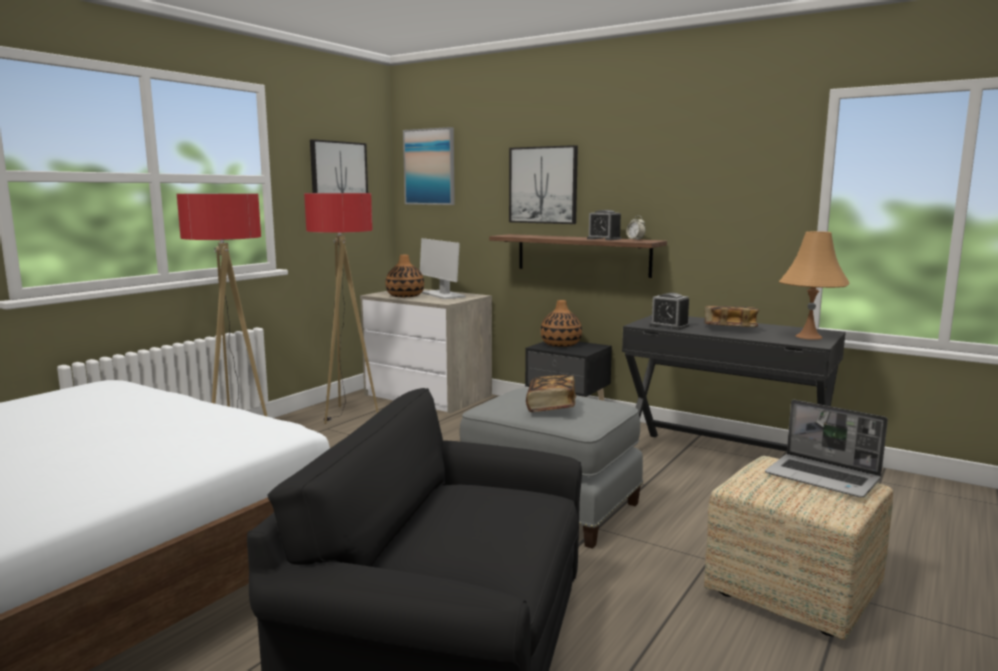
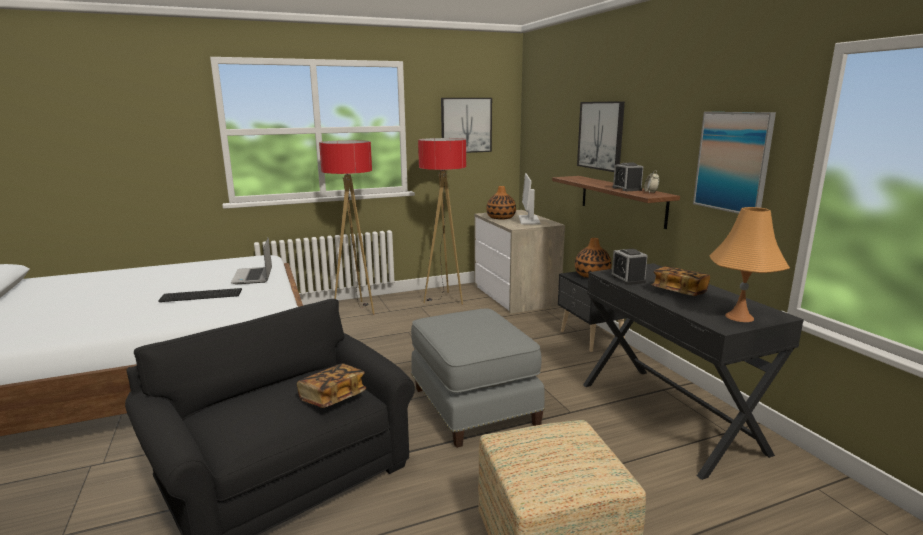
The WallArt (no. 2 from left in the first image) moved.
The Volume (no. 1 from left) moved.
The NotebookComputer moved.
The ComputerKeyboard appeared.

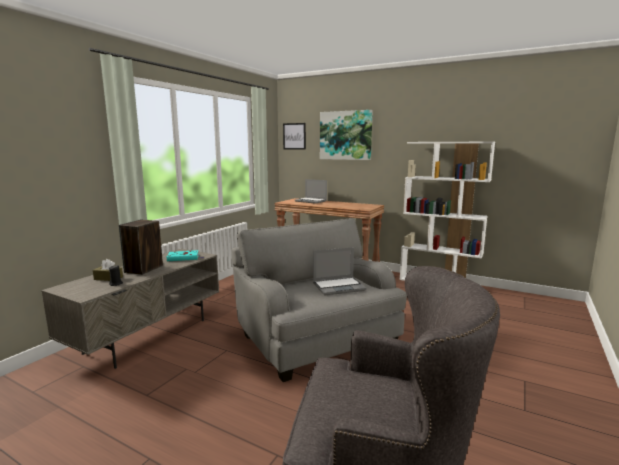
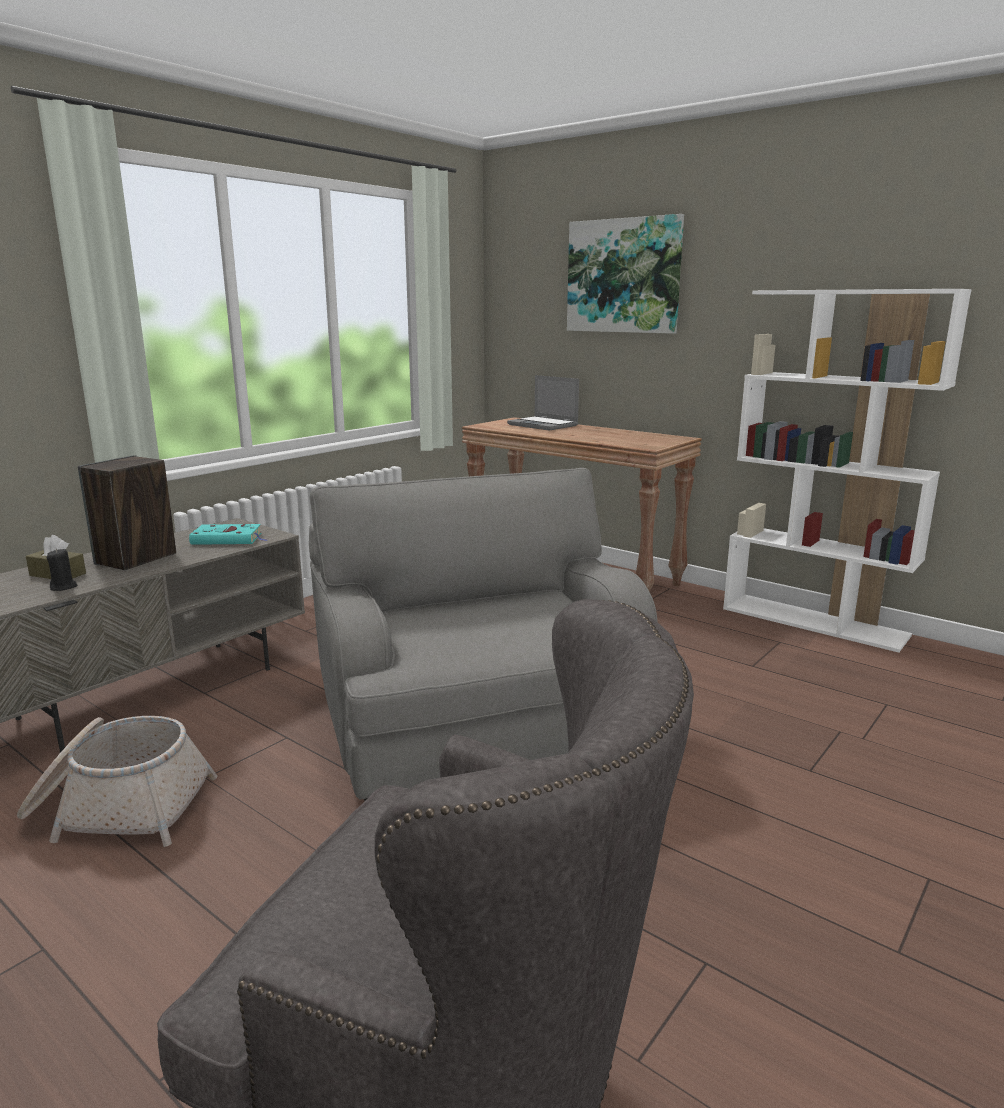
The WallArt (no. 1 from left) disappeared.
The NotebookComputer (no. 2 from left) disappeared.
The StorageBasket appeared.

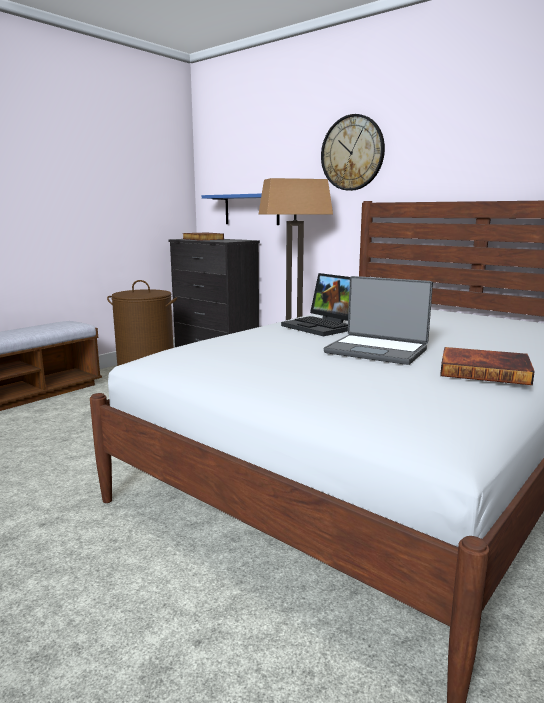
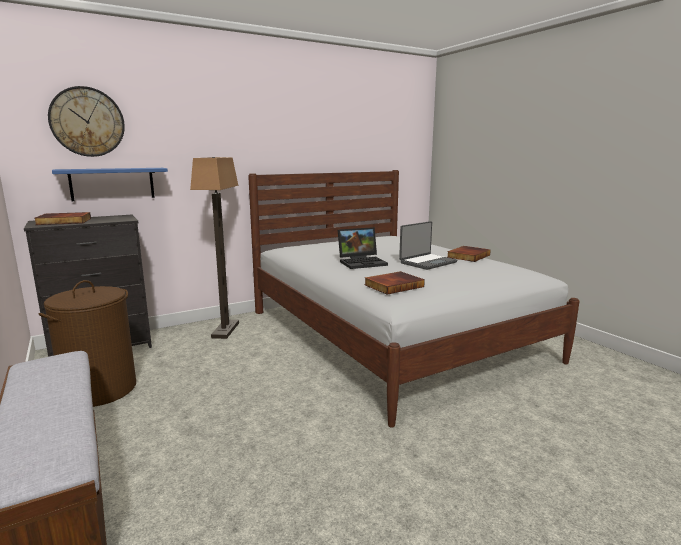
The HangingClock moved.
The Volume (no. 2 from left) appeared.

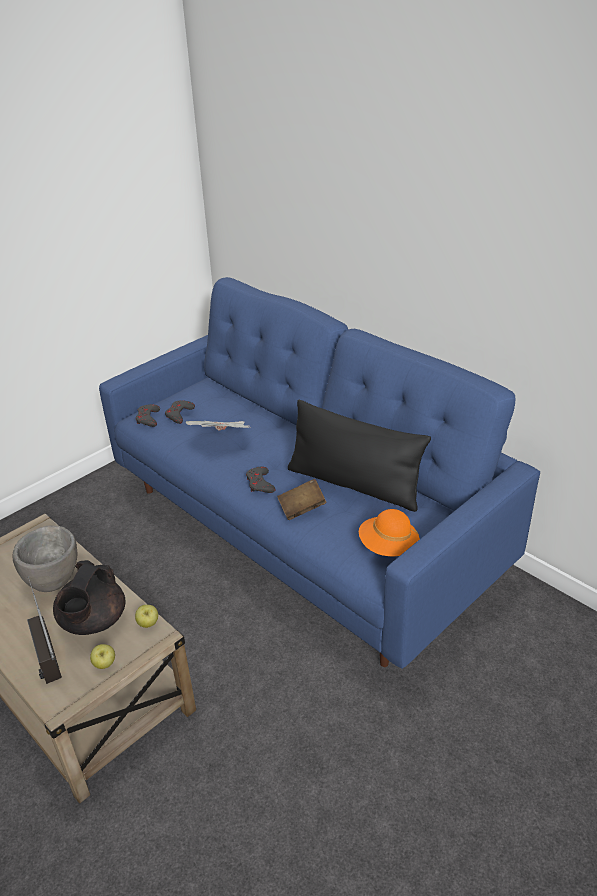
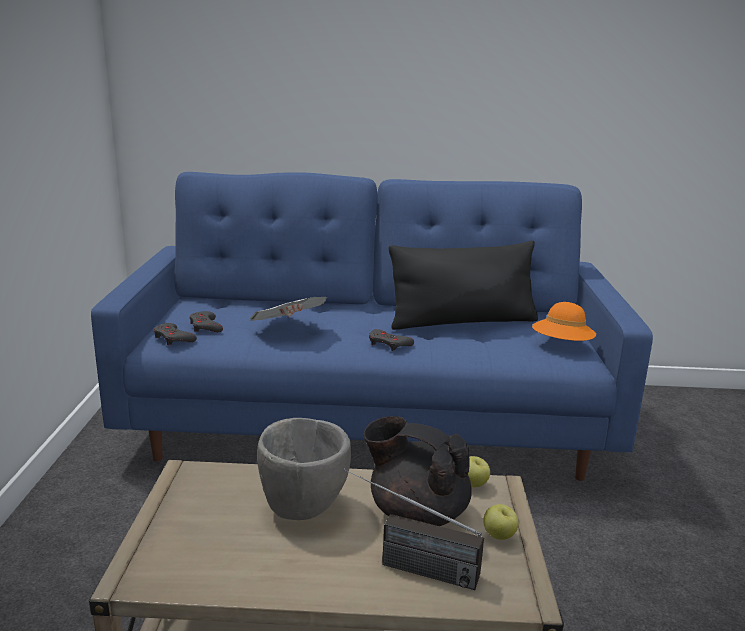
The BlackishTeaPot turned 150 degrees clockwise.
The BrownVolume disappeared.

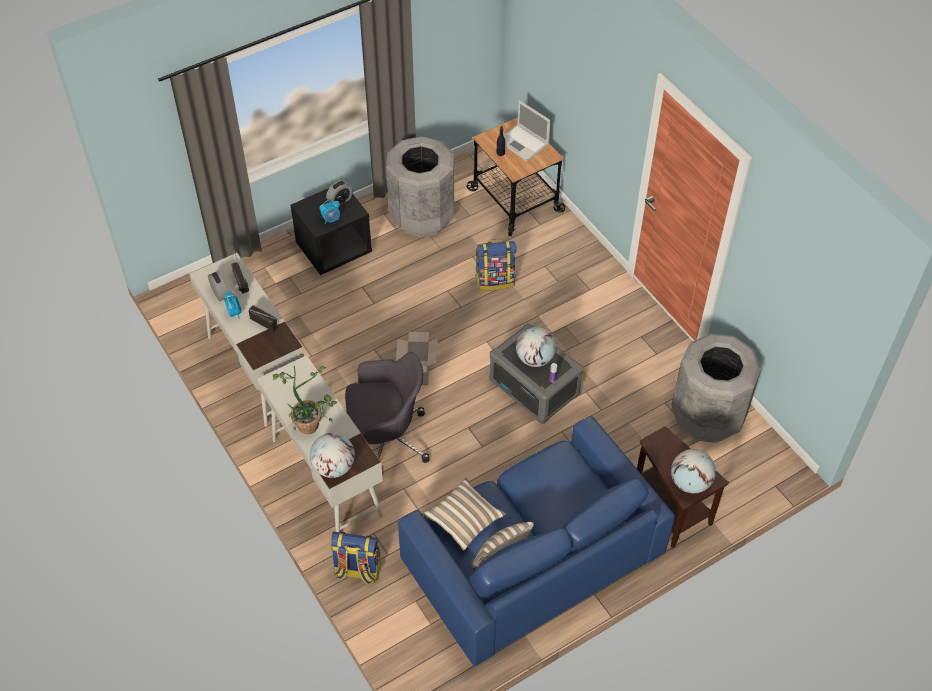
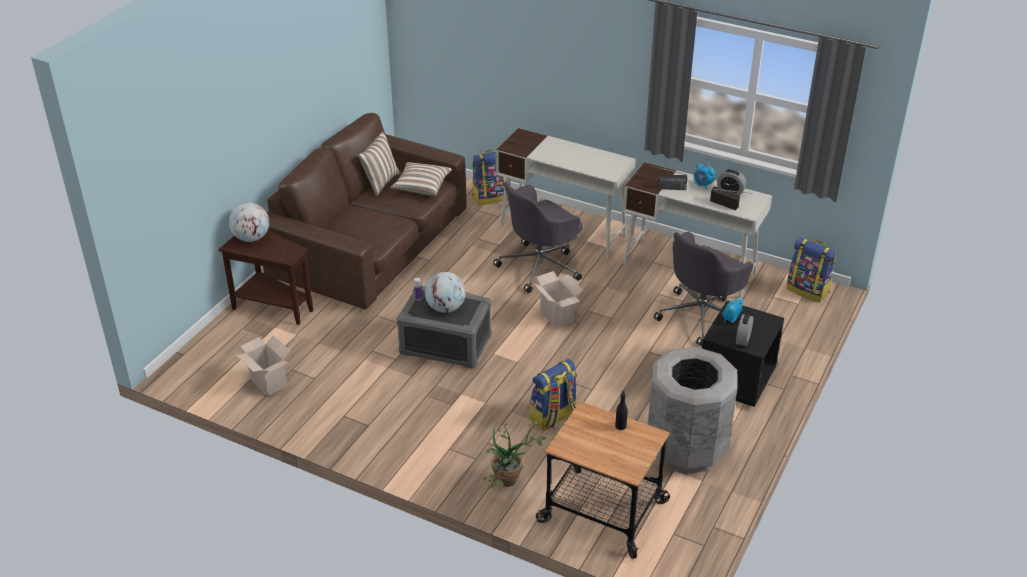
The PottedPlant moved.
The WorldGlobe (no. 1 from left) disappeared.
The BluishSettee became the BrownSettee.
The NotebookComputer disappeared.
The GreyTrashCan (no. 2 from left) was replaced by the Carton (no. 1 from left).
The GreyOfficeChair (no. 2 from left) appeared.
The Rucksack (no. 3 from left) appeared.

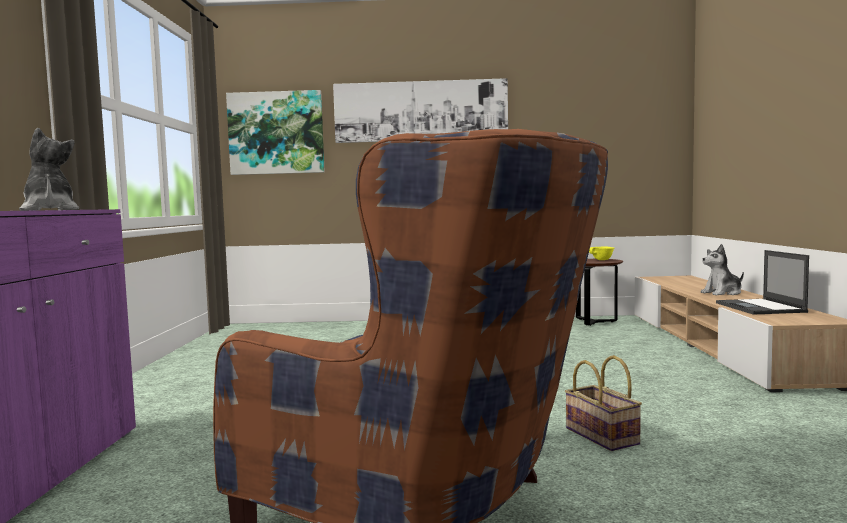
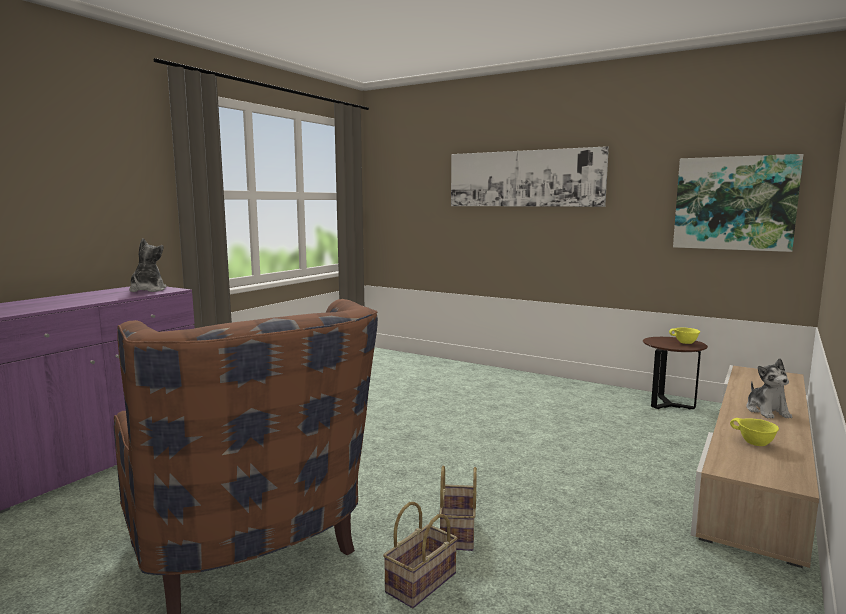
The WallArt (no. 1 from left in the first image) moved.
The CuddlyToy (no. 2 from left) turned 105 degrees counterclockwise.
The NotebookComputer was replaced by the YellowColouredServingBowl (no. 2 from left).
The StorageBasket (no. 1 from left) appeared.

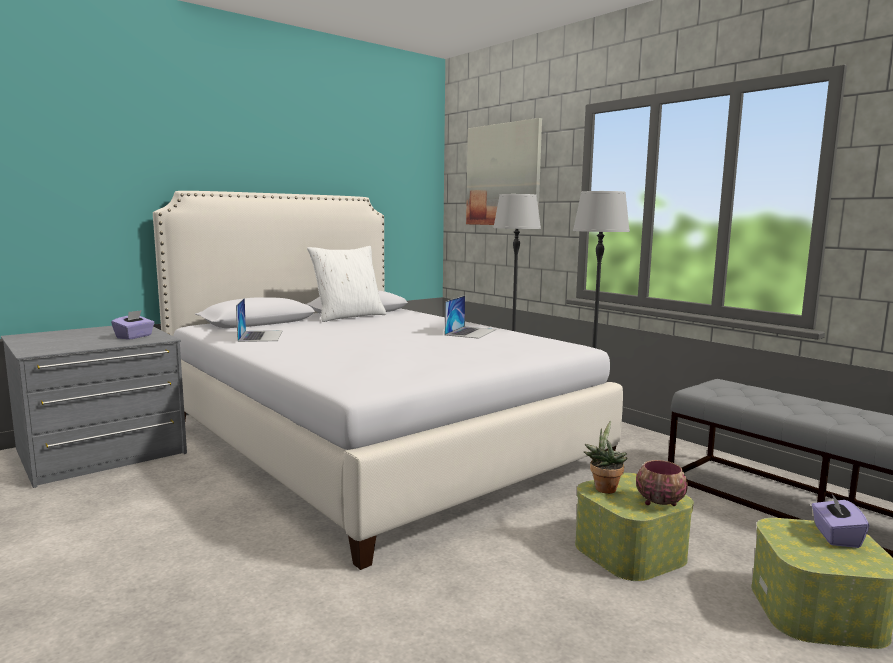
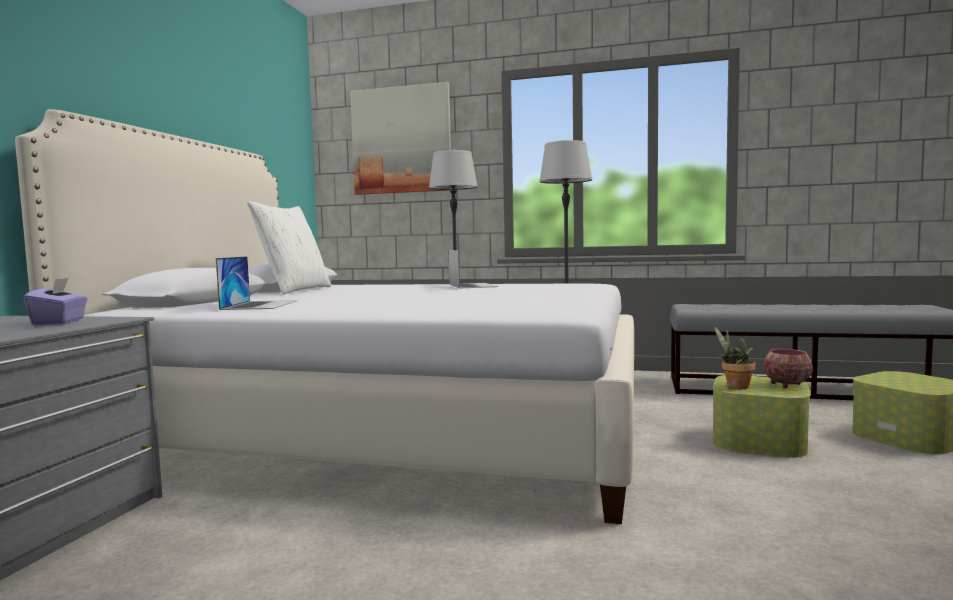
The NotebookComputer (no. 1 from left) turned 45 degrees clockwise.
The PurpleTissueBox (no. 2 from left) disappeared.

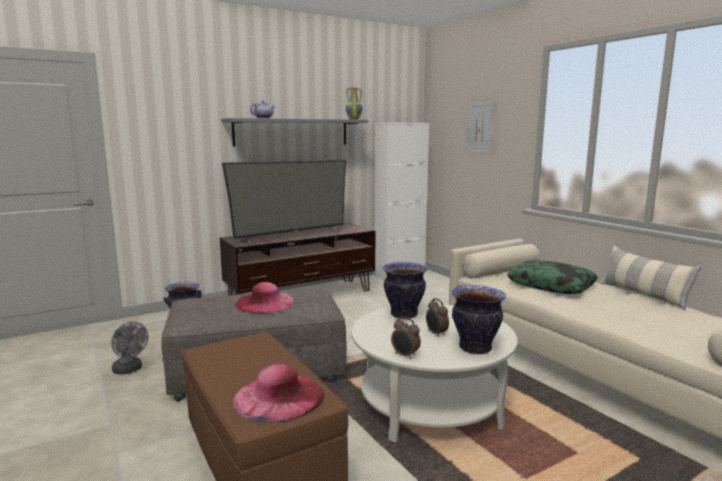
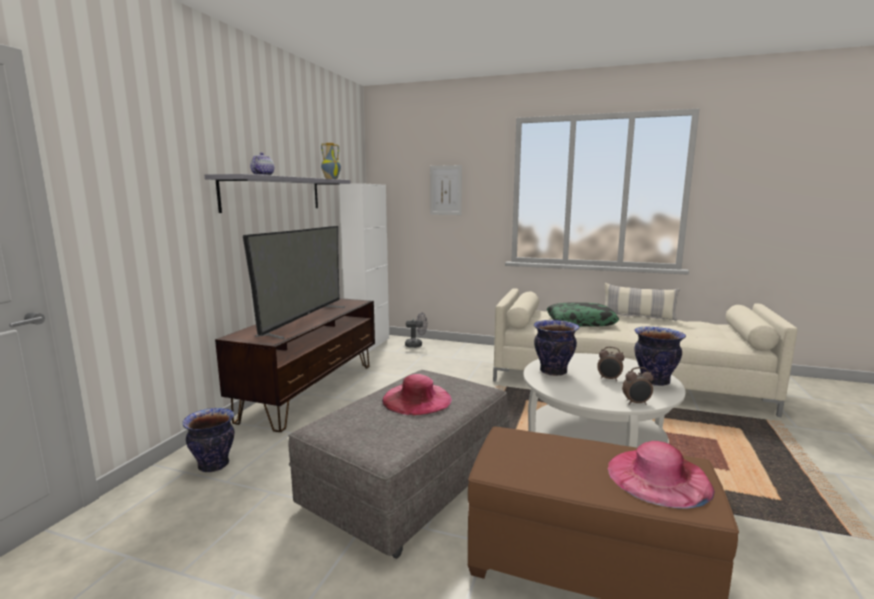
The GreyFan moved.

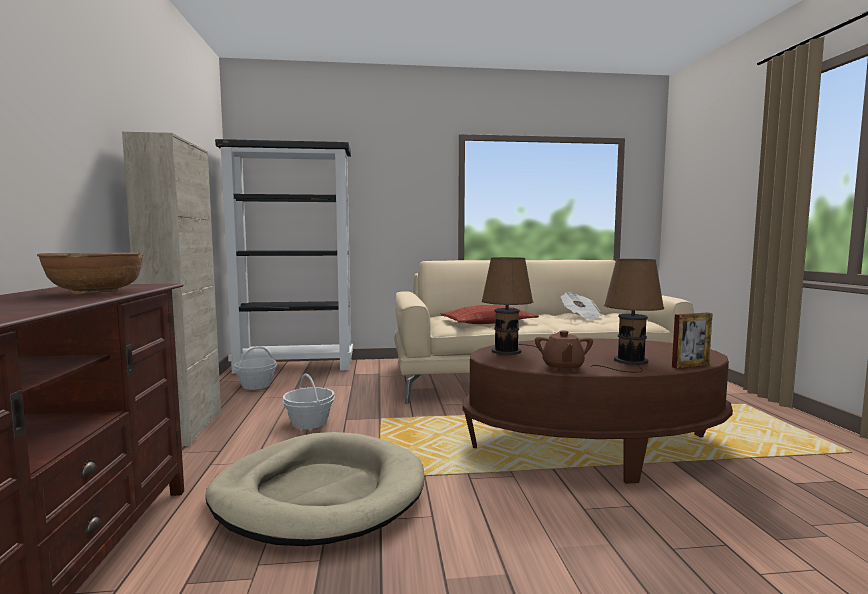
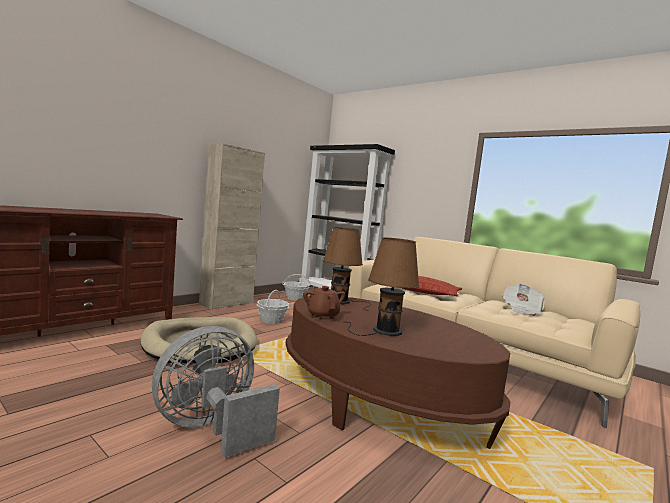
The BrownServingBowl disappeared.
The BrownTeaPot turned 105 degrees clockwise.
The PictureFrame disappeared.
The GreyFan appeared.

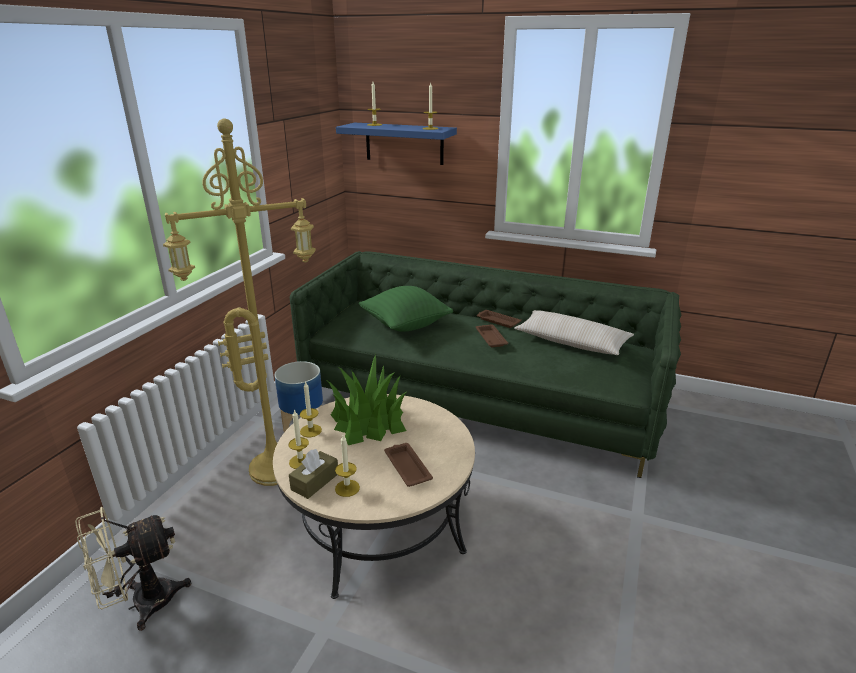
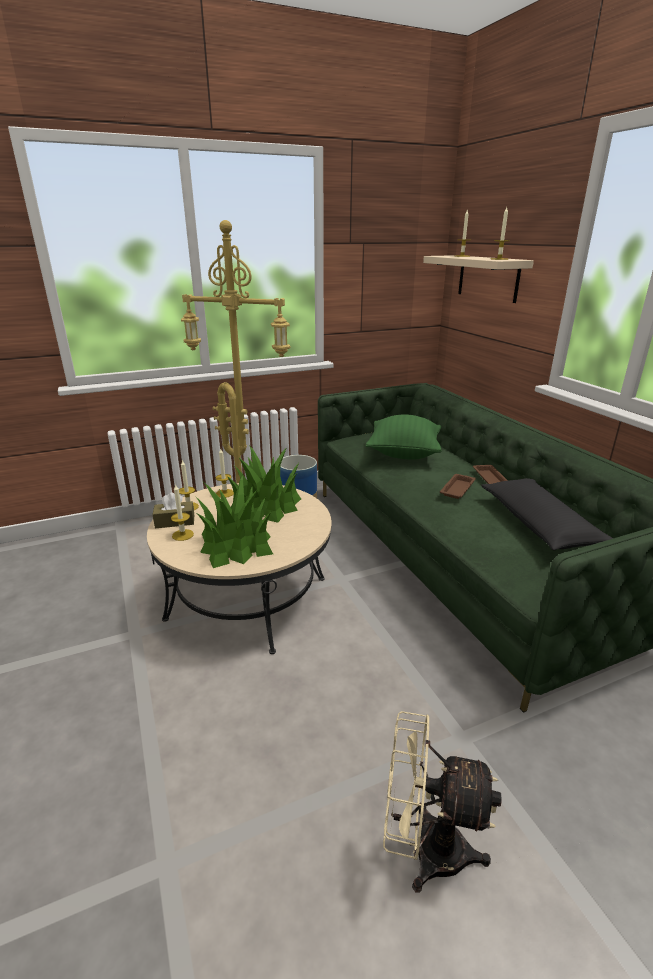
The BeigeFan moved.
The BluishShelf became the BeigeShelf.
The BrownServingTray (no. 1 from left) was replaced by the PottedPlant (no. 1 from left).
The BeigeThrowPillow became the BlackishThrowPillow.

